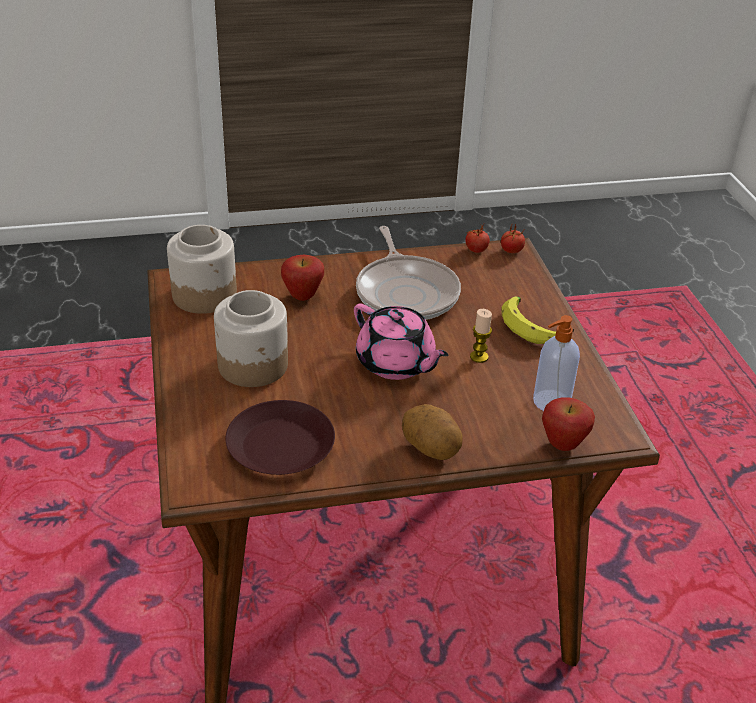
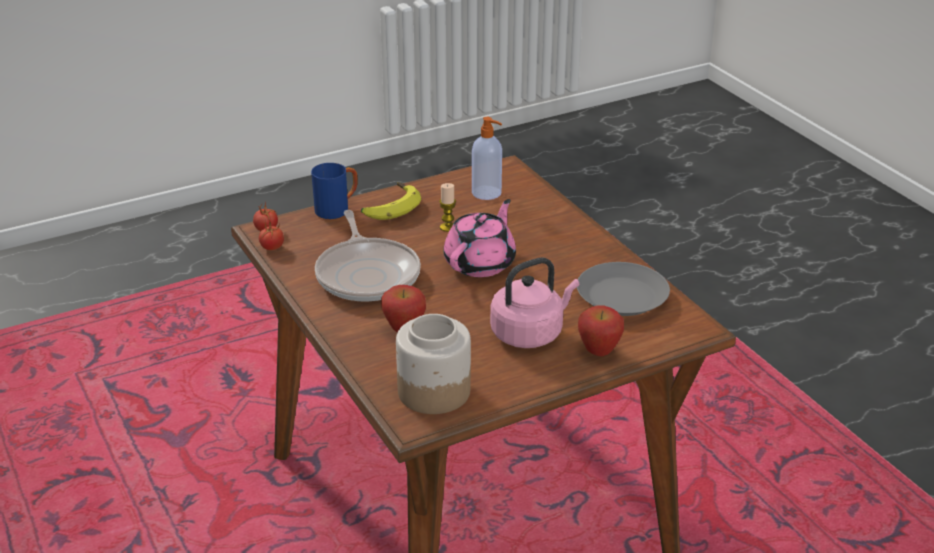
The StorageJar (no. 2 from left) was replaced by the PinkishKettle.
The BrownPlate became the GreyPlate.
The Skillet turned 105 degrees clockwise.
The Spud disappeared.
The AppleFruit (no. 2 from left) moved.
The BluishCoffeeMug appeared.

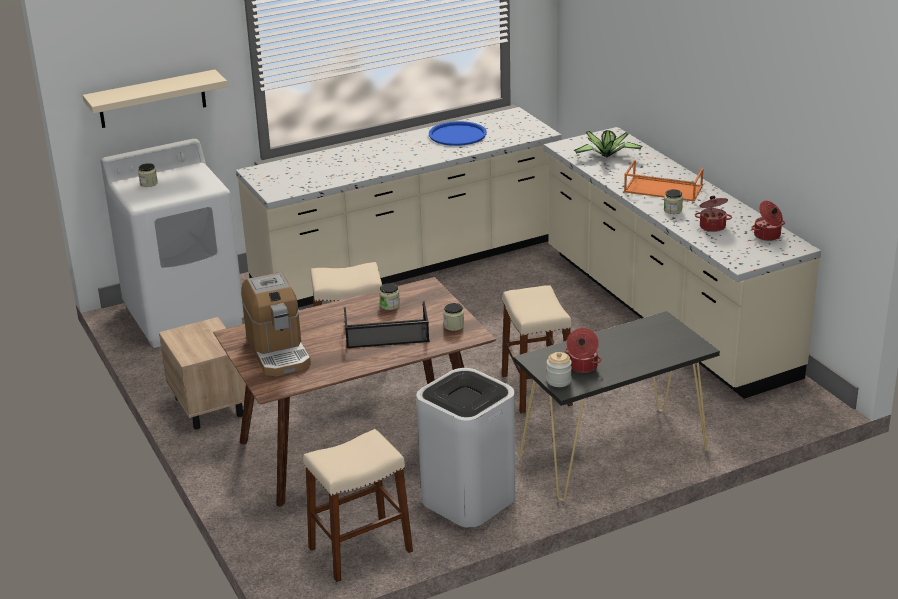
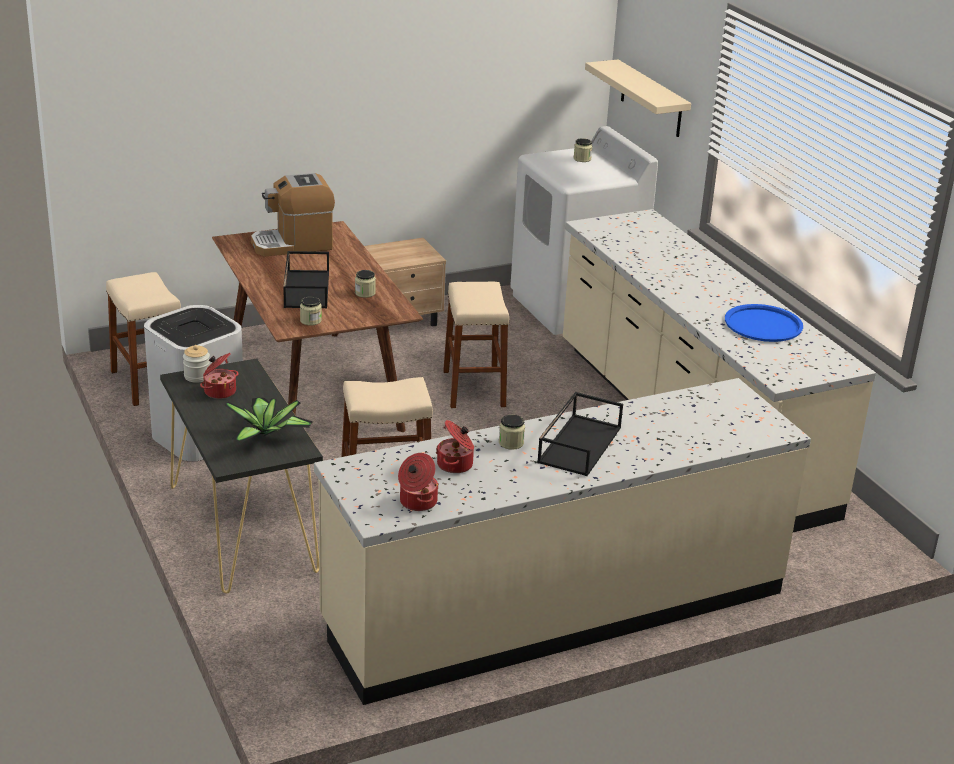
The PottedPlant moved.
The OrangeyServingTray became the BlackishServingTray (no. 2 from left).

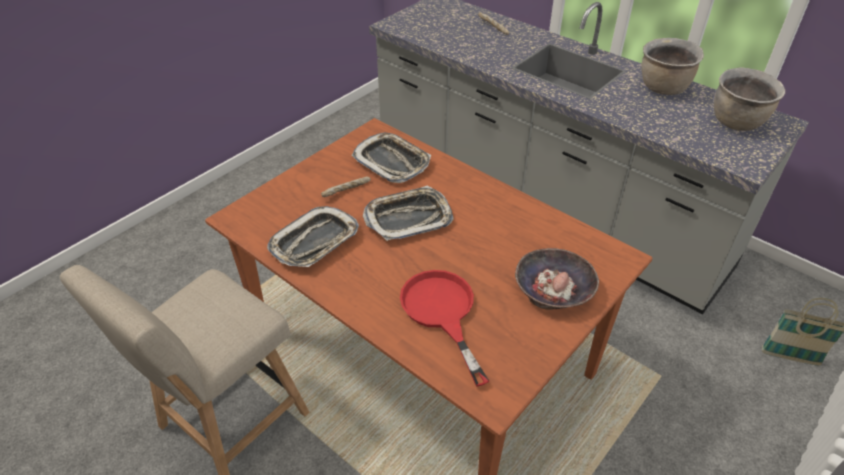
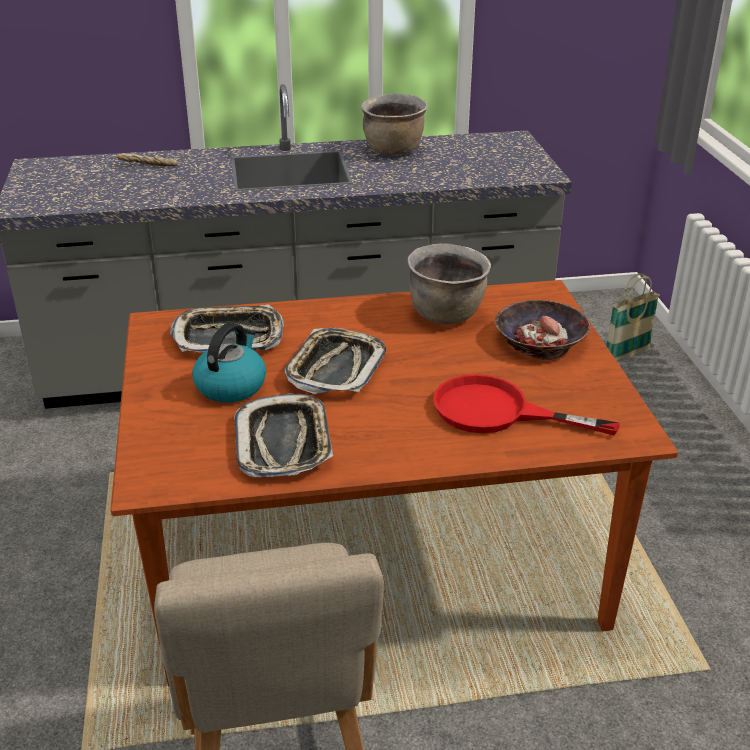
The BakedBread (no. 1 from left) was replaced by the Kettle.
The BrownCookingPot (no. 2 from left) moved.

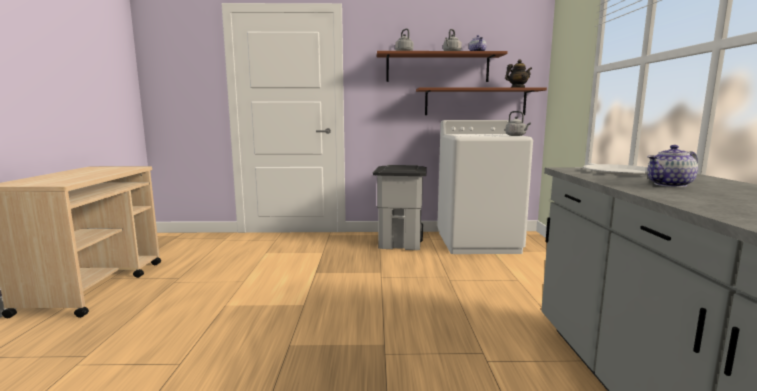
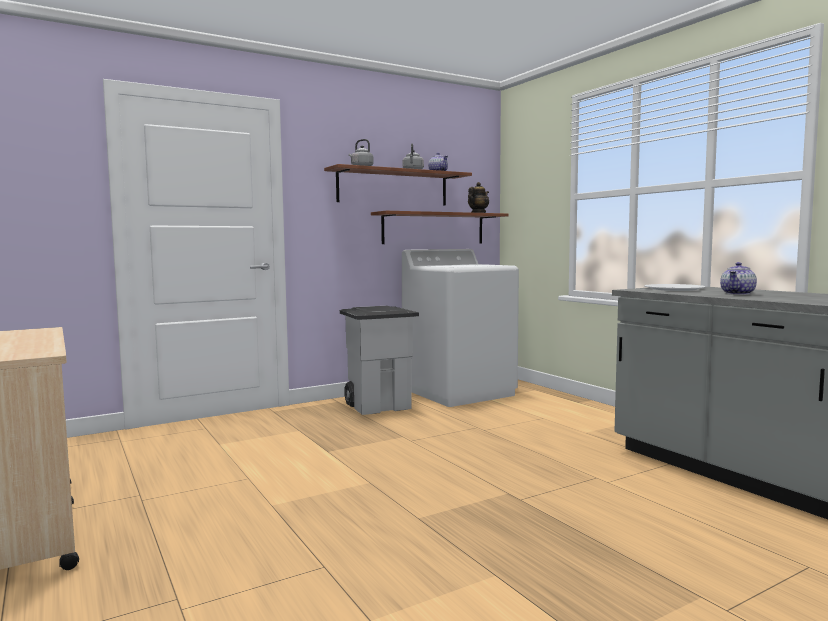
The GreyKettle (no. 3 from left) disappeared.

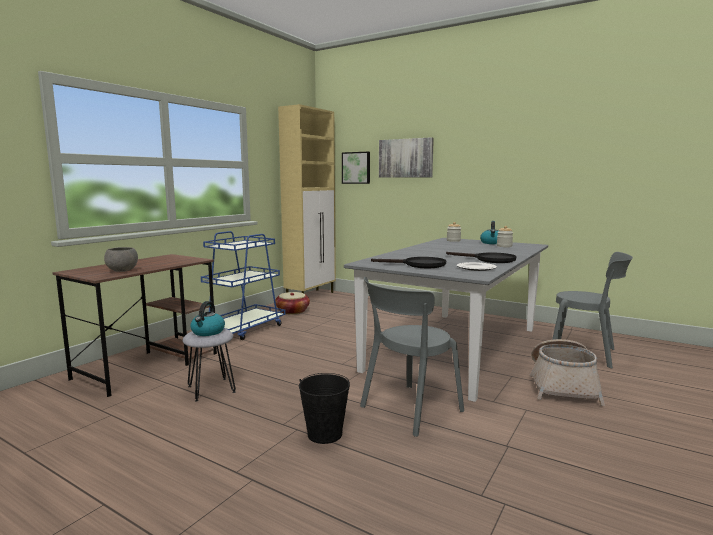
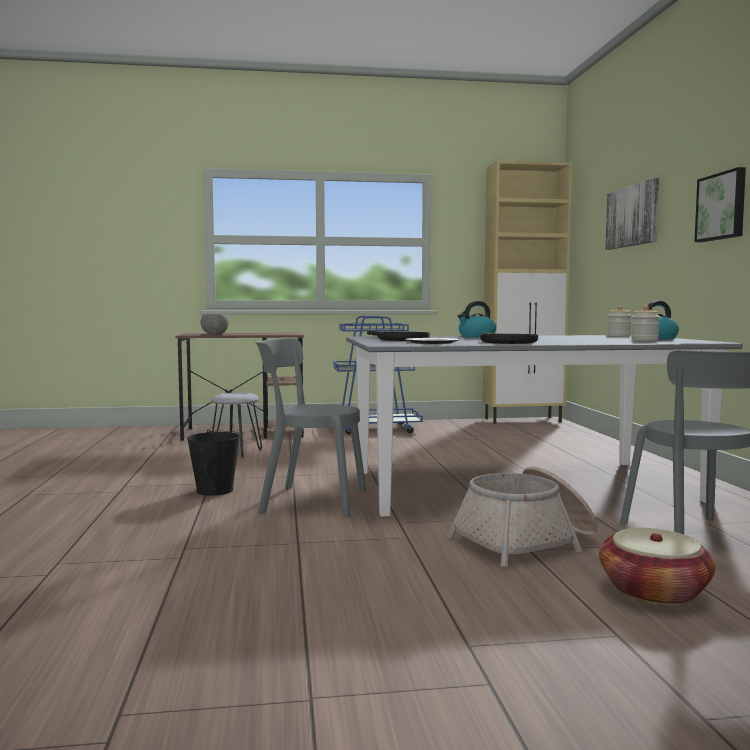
The Kettle (no. 1 from left) moved.
The StorageBasket (no. 1 from left in the first image) moved.
The WallArt (no. 1 from left in the first image) moved.

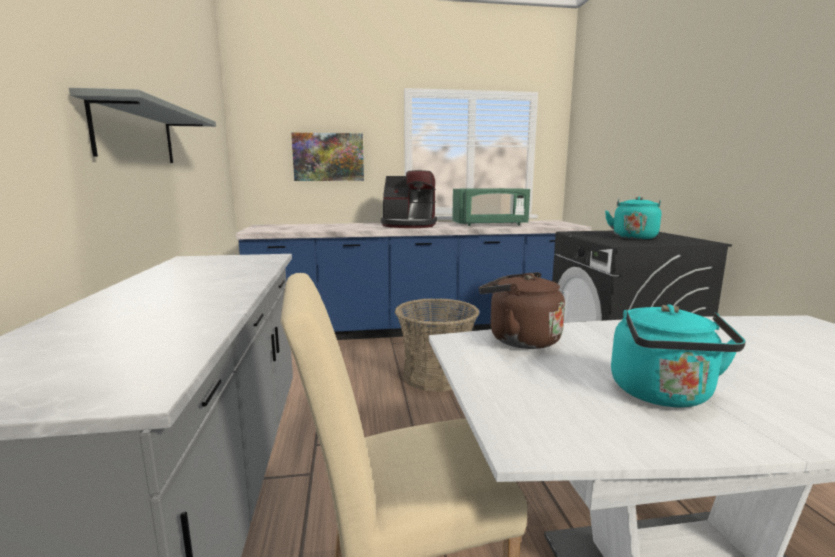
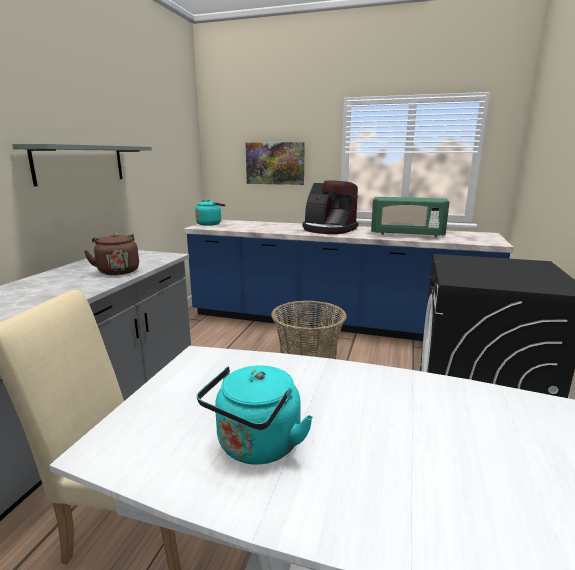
The BrownKettle moved.
The BlueGreenKettle (no. 1 from left) moved.

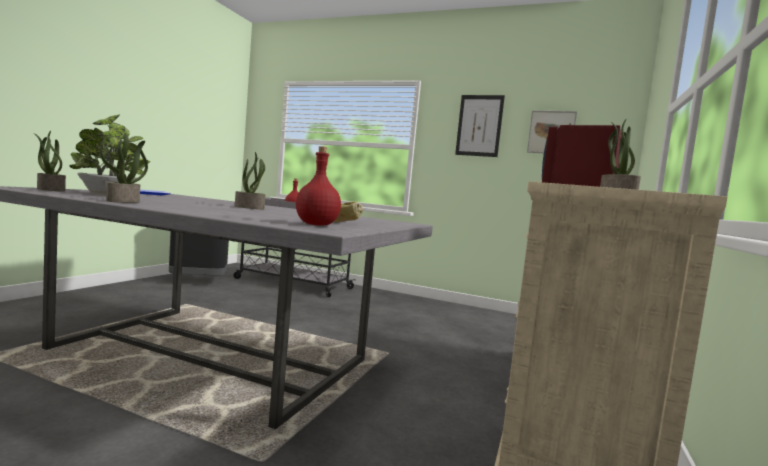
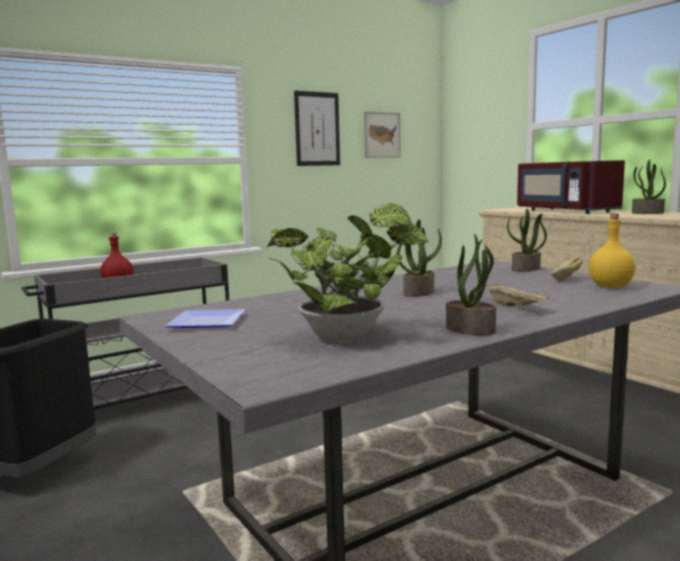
The PottedPlant (no. 1 from left in the first image) moved.
The RedColouredBeverageBottle (no. 2 from left) became the YellowColouredBeverageBottle.
The BeigeServingTray appeared.

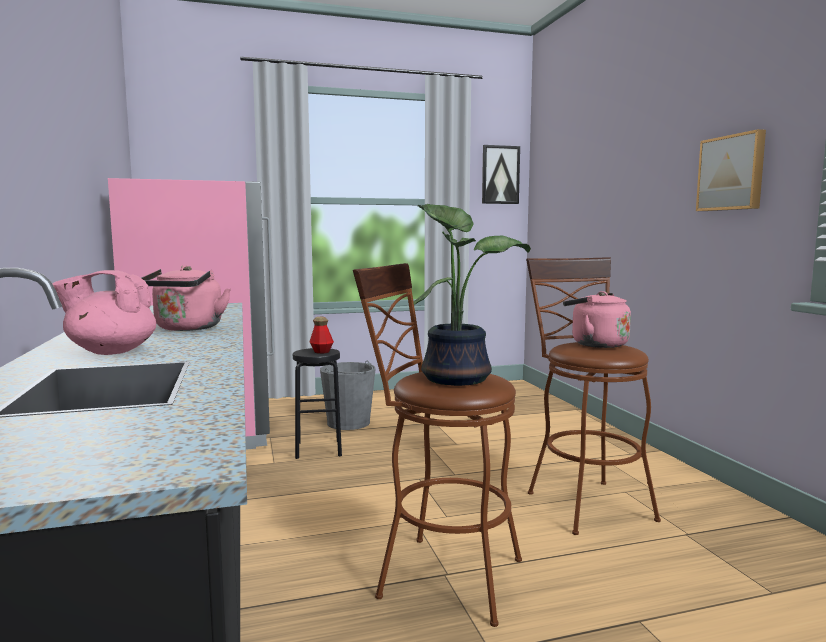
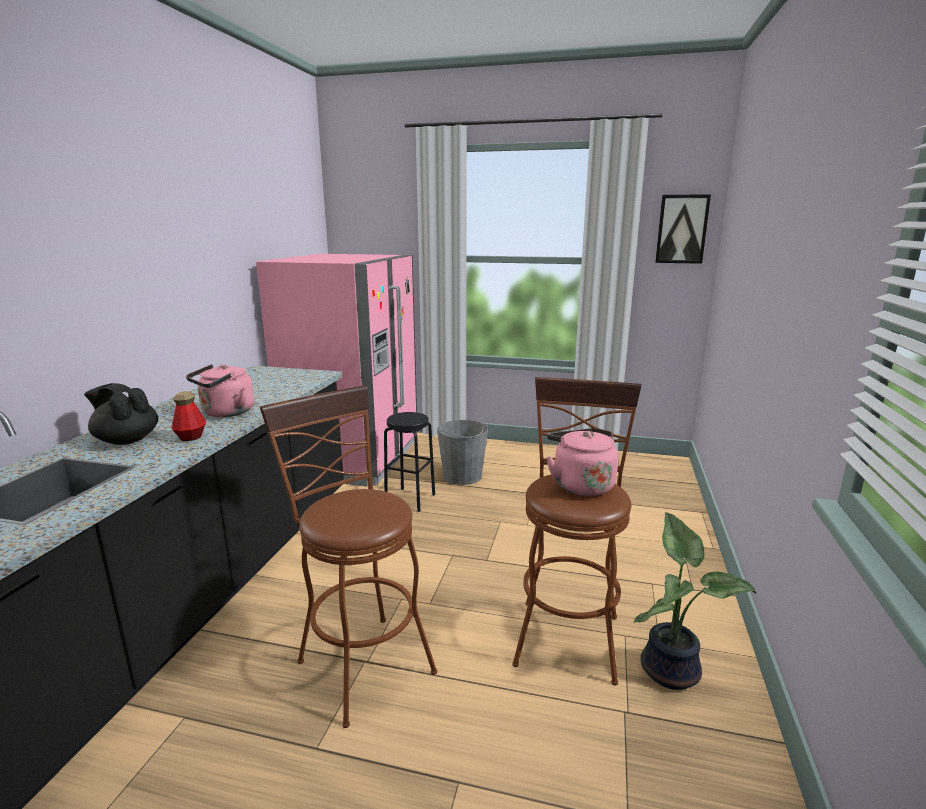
The PinkishTeaPot became the BlackishTeaPot.
The BeverageBottle moved.
The PottedPlant moved.
The WallArt (no. 2 from left) disappeared.

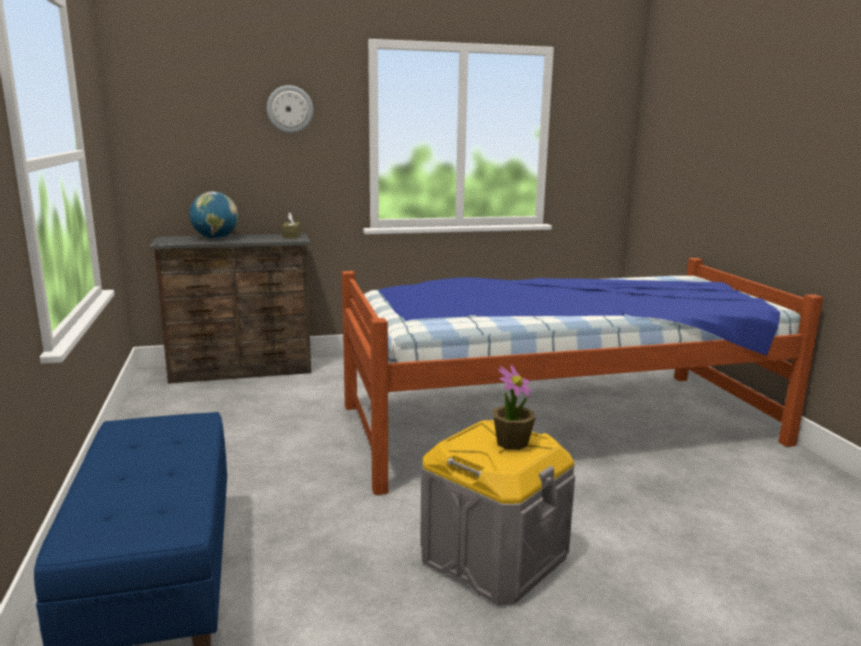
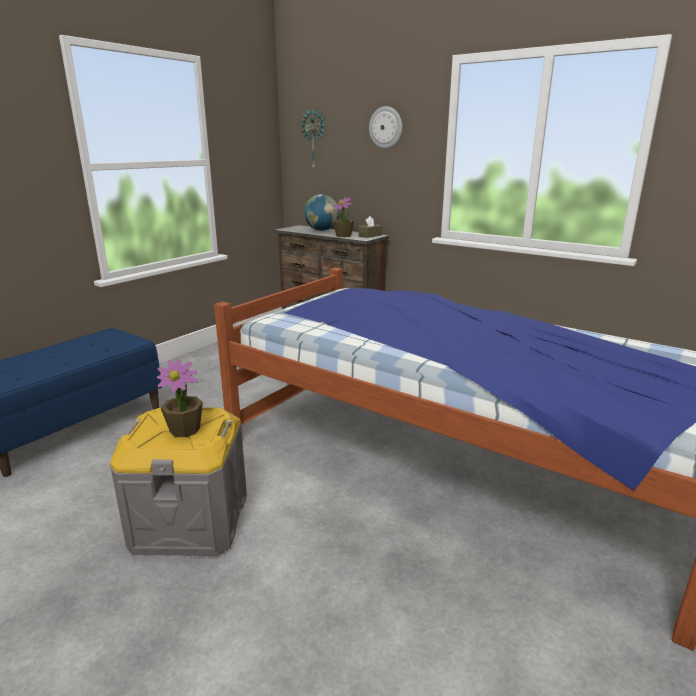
The HangingClock (no. 1 from left) appeared.
The PottedPlant (no. 2 from left) appeared.

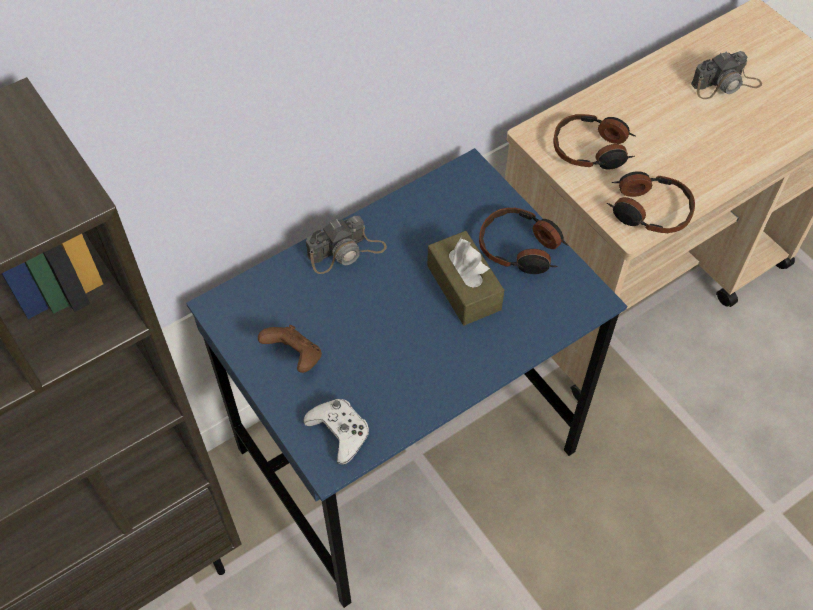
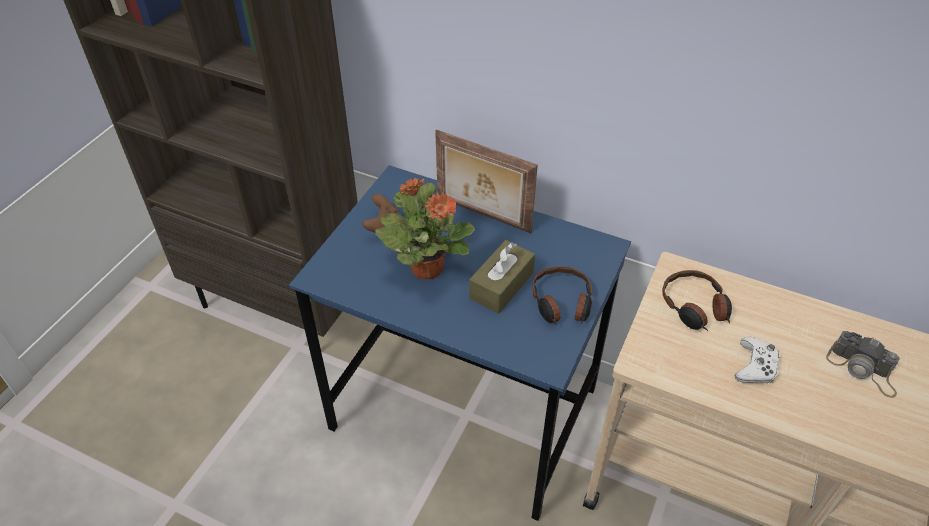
The WhitishJoypad moved.
The StillCamera (no. 1 from left) was replaced by the PictureFrame.
The PairOfHeadphones (no. 3 from left) disappeared.
The PottedPlant appeared.

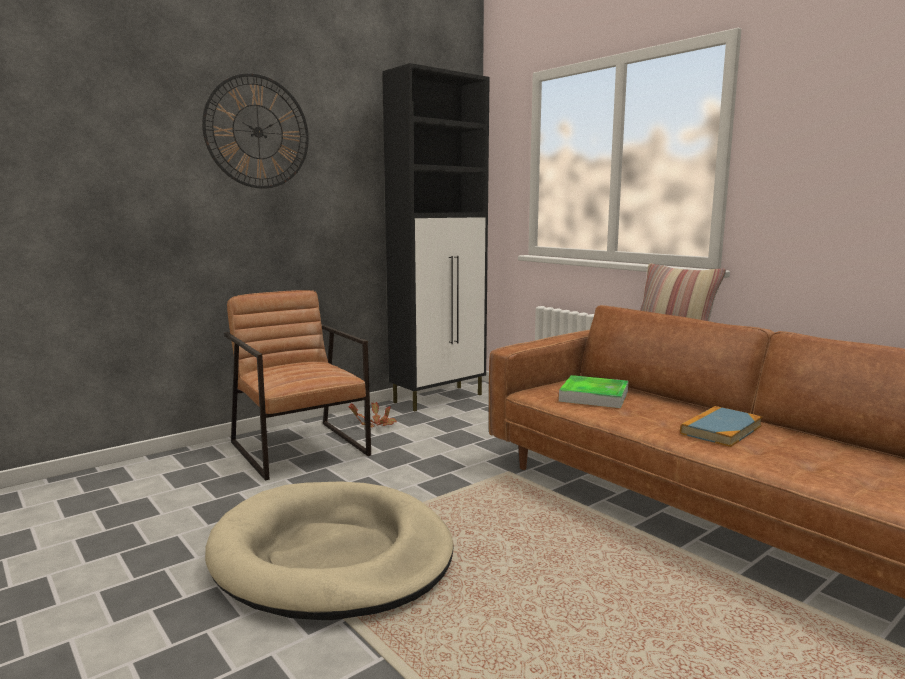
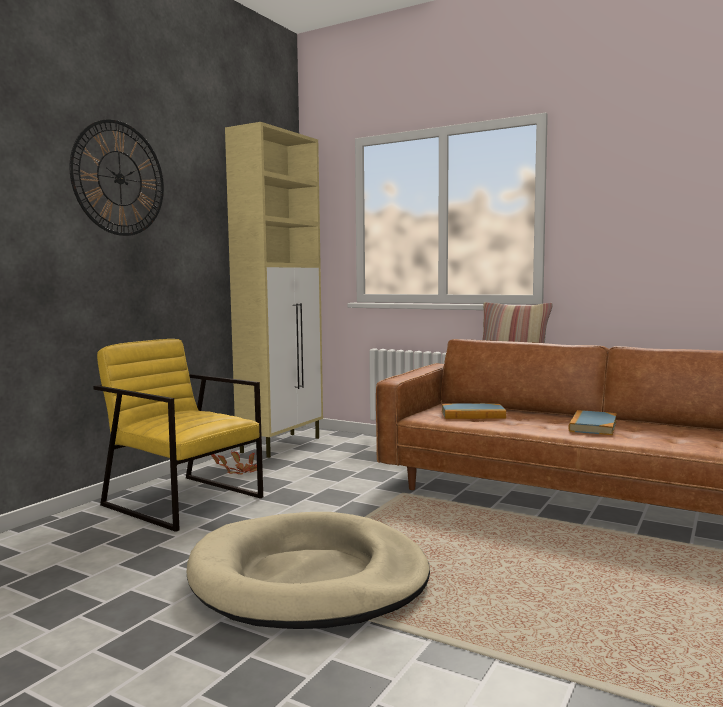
The BrownLoungeChair became the YellowColouredLoungeChair.
The BlackishCabinet became the BeigeCabinet.
The ServingTray was replaced by the Volume (no. 1 from left).

